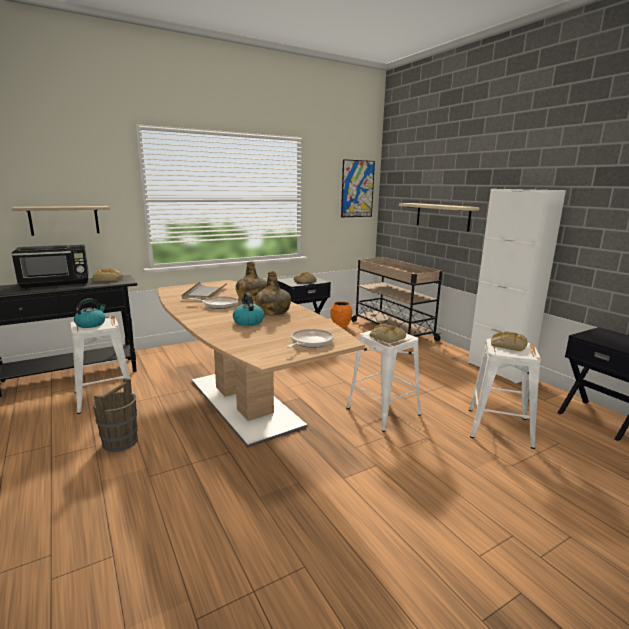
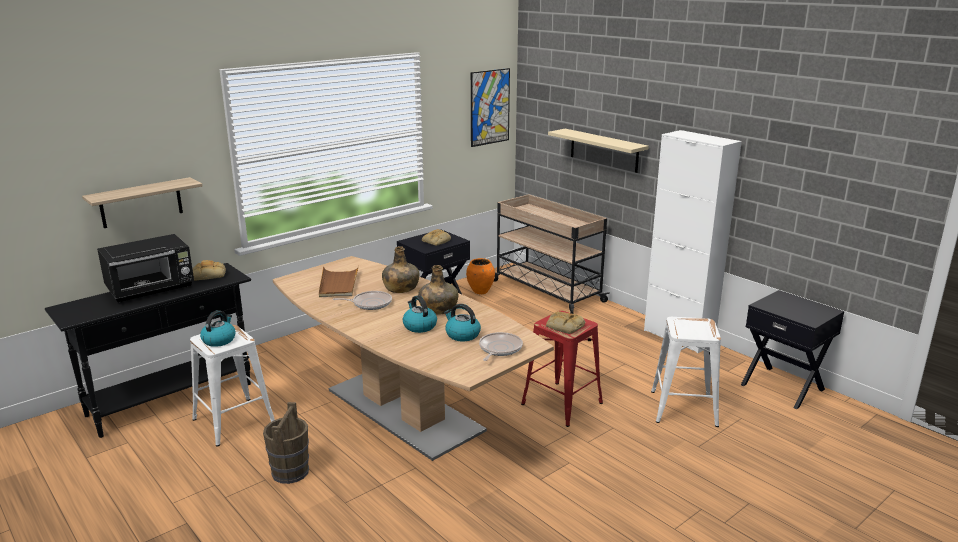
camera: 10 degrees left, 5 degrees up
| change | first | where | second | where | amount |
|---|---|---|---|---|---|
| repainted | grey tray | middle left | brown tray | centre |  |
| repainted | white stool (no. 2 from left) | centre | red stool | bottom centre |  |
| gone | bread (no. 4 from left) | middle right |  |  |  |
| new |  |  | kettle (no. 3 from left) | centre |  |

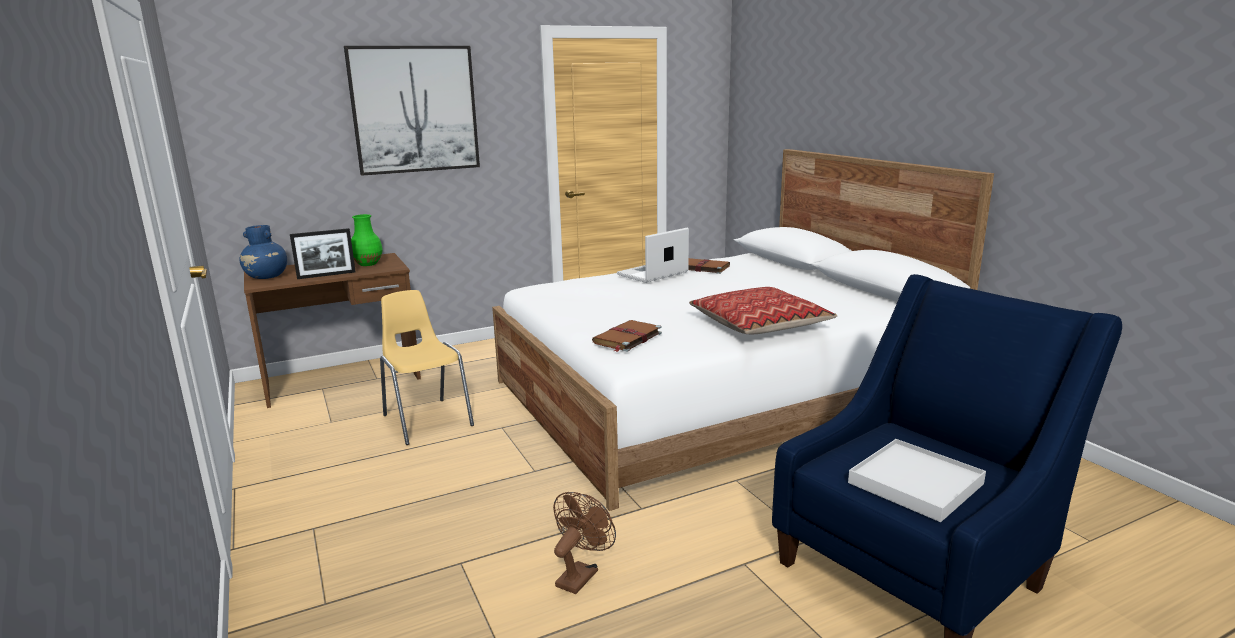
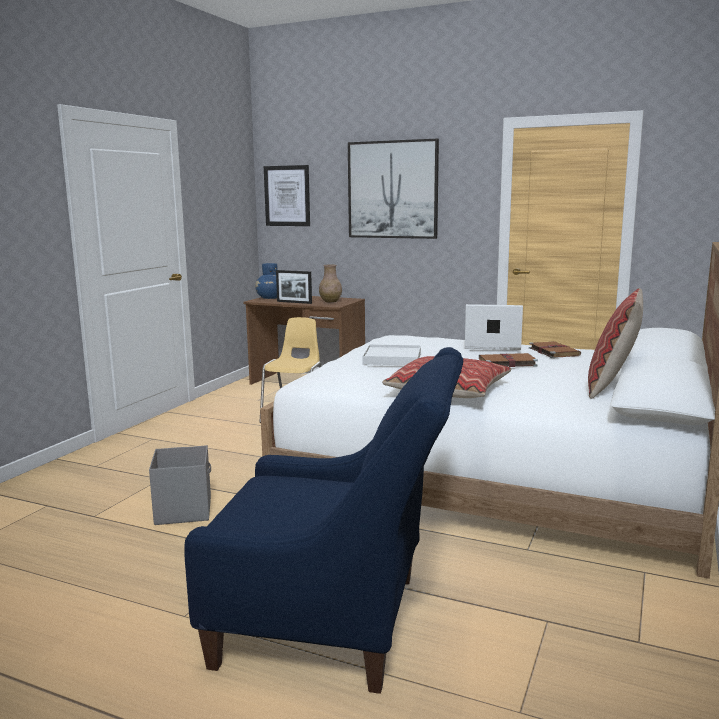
camera: 50 degrees right, 5 degrees down
| change | first | where | second | where | amount |
|---|---|---|---|---|---|
| repainted | green vase | middle left | brown vase | centre |  |
| swapped | brown fan | bottom centre | grey storage box | bottom left |  |
| shifted | brown book (no. 1 from left) | centre |  | middle right |  |
| shifted | white tray | bottom right |  | centre |  |
| new |  |  | picture (no. 1 from left) | top centre |  |
| new |  |  | pillow (no. 2 from left) | middle right |  |

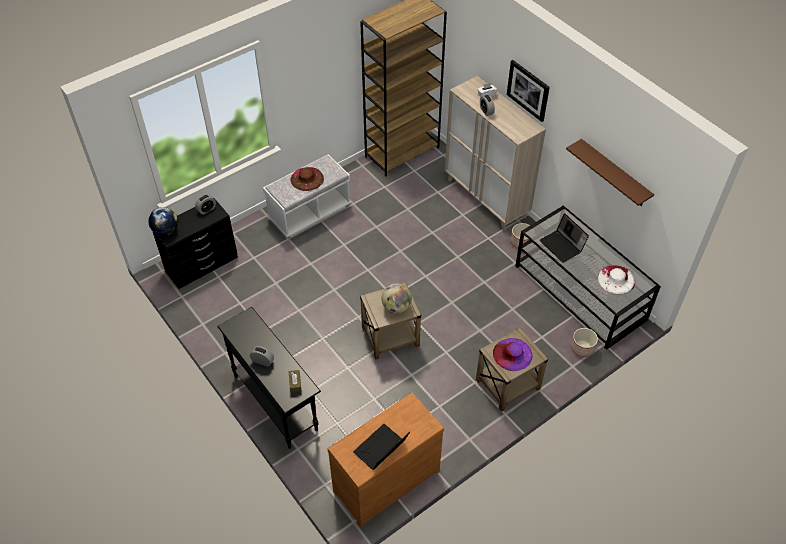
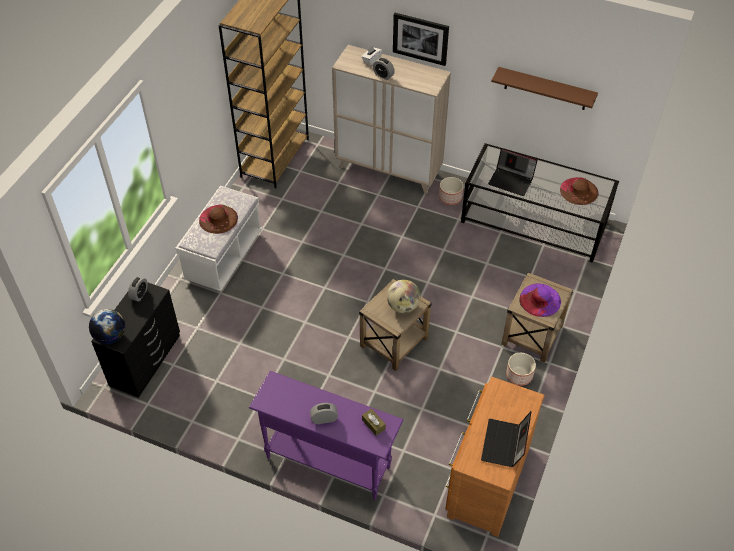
camera: 30 degrees left, 0 degrees up
| change | first | where | second | where | amount |
|---|---|---|---|---|---|
| repainted | black console table | bottom centre | purple console table | bottom centre |  |
| shifted | planter (no. 2 from left) | middle right |  | bottom right |  |
| repainted | white hat | middle right | brown hat (no. 2 from left) | middle right |  |

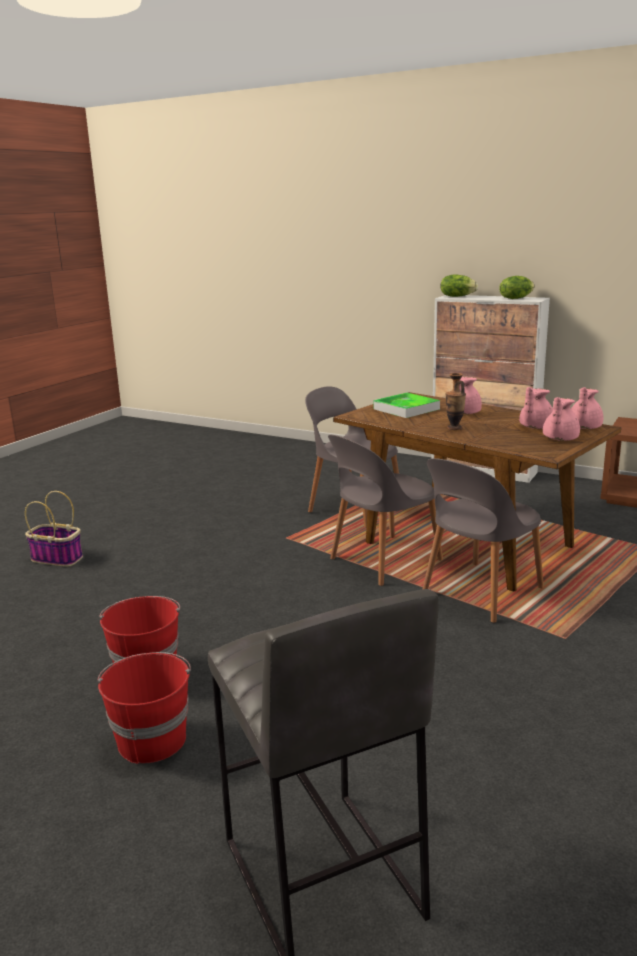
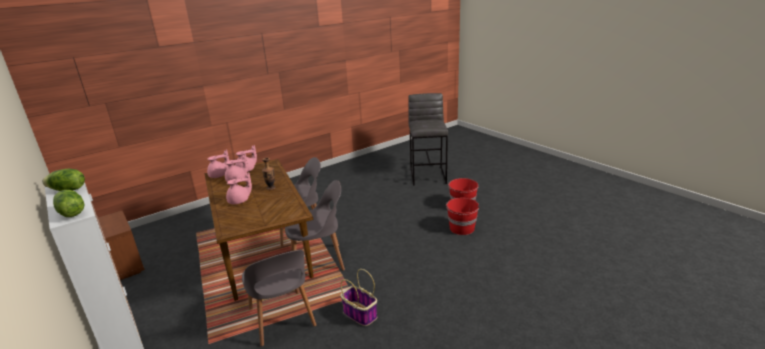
camera: 155 degrees left, 5 degrees up
| change | first | where | second | where | amount |
|---|---|---|---|---|---|
| shifted | basket | middle left |  | bottom centre |  |
| gone | tray | centre |  |  |  |

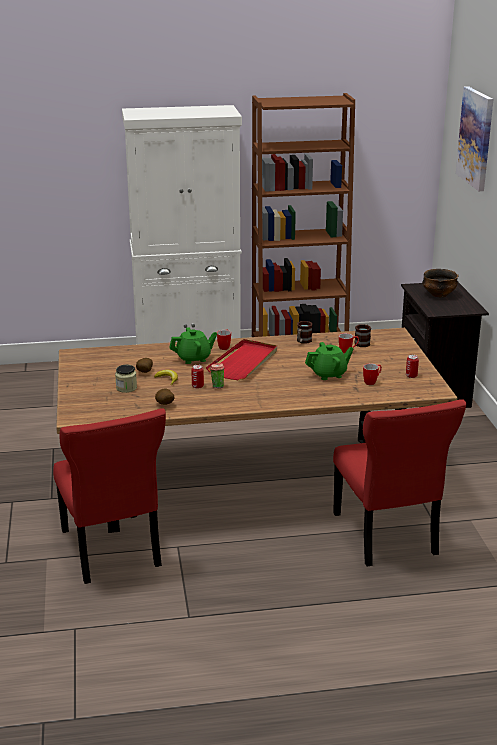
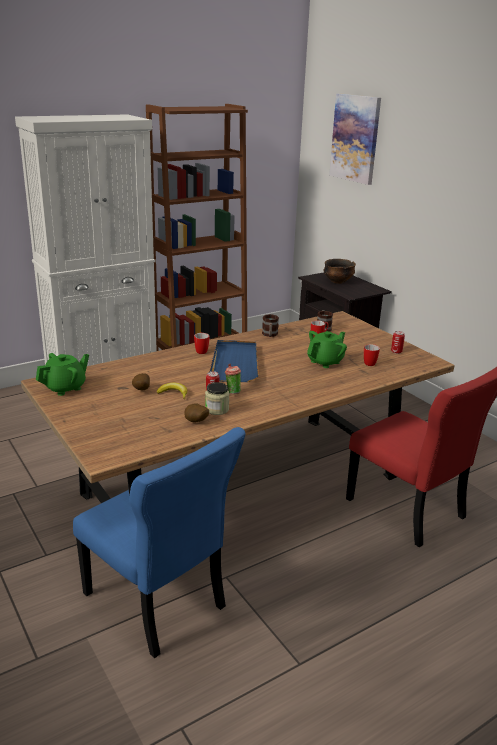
camera: 25 degrees left, 0 degrees up
| change | first | where | second | where | amount |
|---|---|---|---|---|---|
| repainted | red chair (no. 1 from left) | middle left | blue chair | bottom left |  |
| shifted | jar | middle left |  | centre |  |
| shifted | green teapot (no. 1 from left) | centre |  | middle left |  |
| repainted | red tray | centre | blue tray | centre |  |

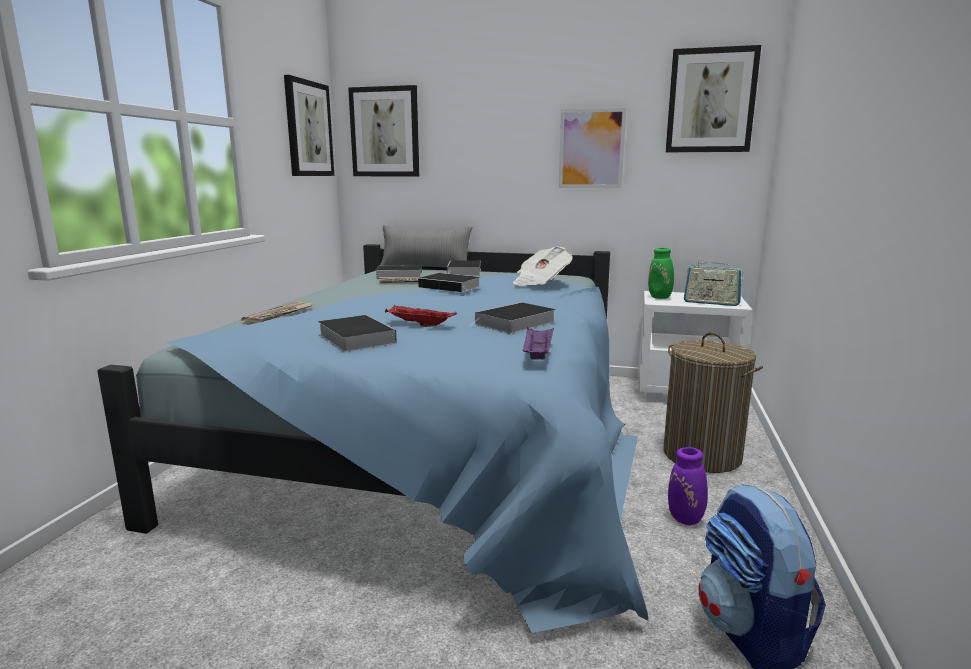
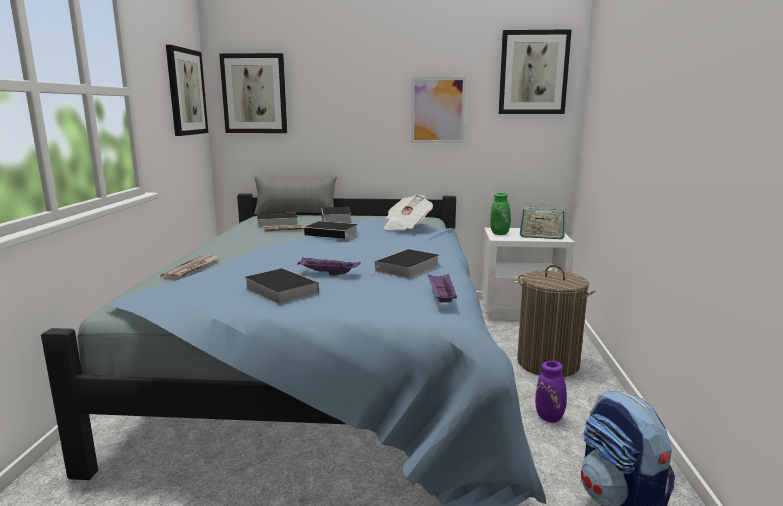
camera: 10 degrees left, 0 degrees up
| change | first | where | second | where | amount |
|---|---|---|---|---|---|
| repainted | red tray | centre | purple tray (no. 1 from left) | centre |  |

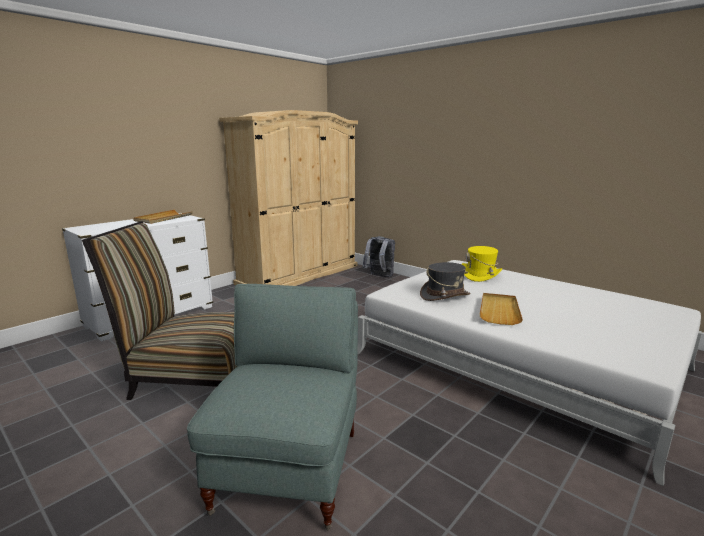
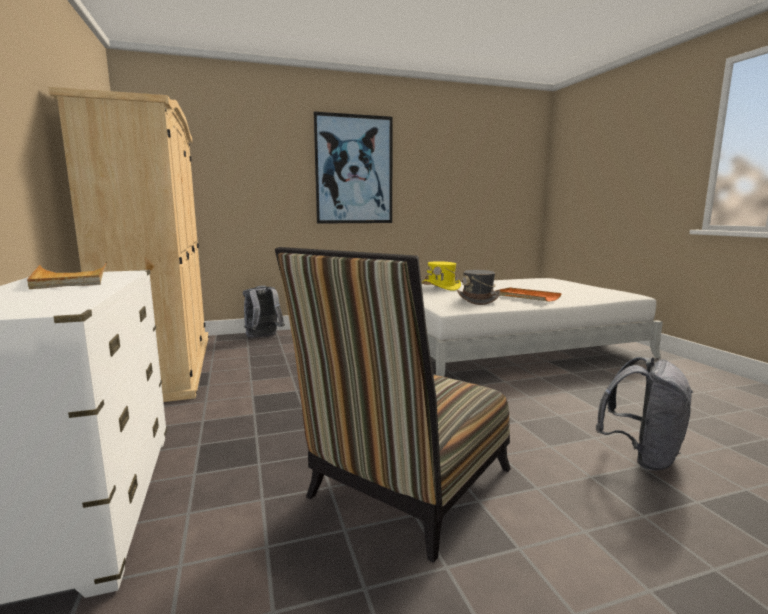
camera: 60 degrees left, 5 degrees down
| change | first | where | second | where | amount |
|---|---|---|---|---|---|
| swapped | grey armchair | bottom centre | grey backpack (no. 2 from left) | bottom right |  |
| repainted | beige tray (no. 2 from left) | middle right | orange tray | middle right |  |
| new |  |  | picture | top centre |  |

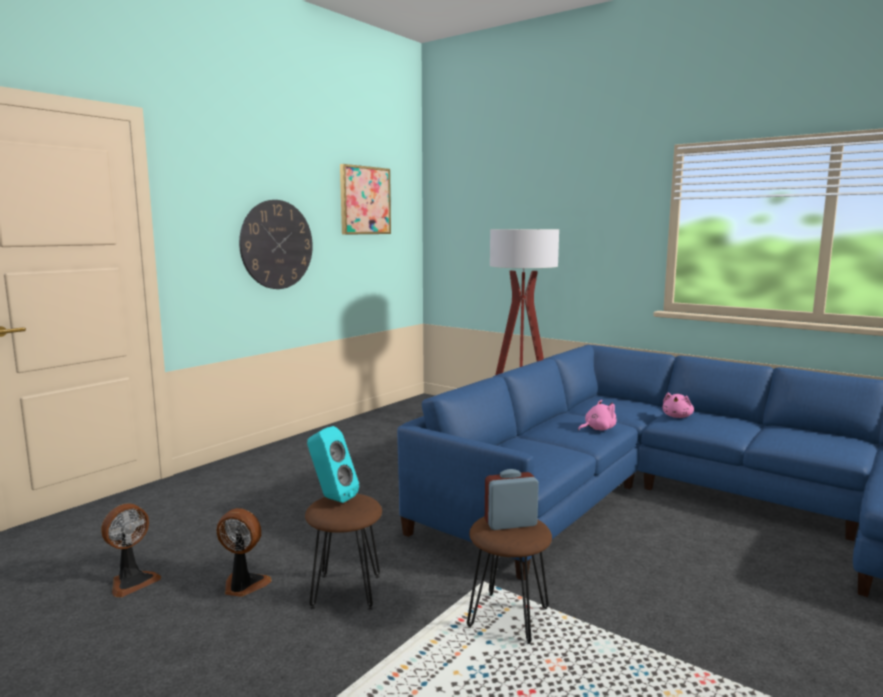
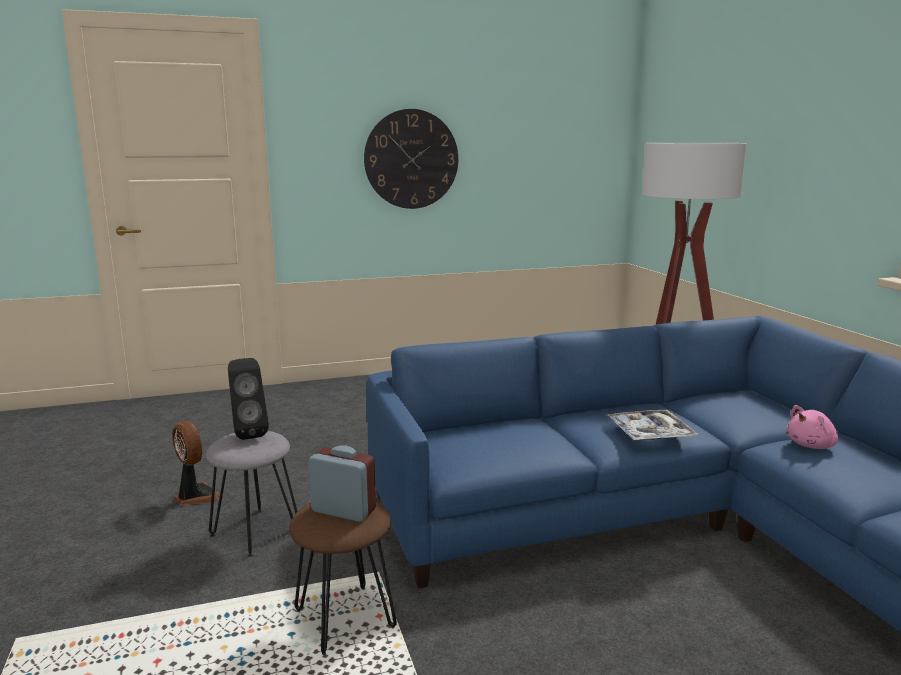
camera: 35 degrees right, 5 degrees up
| change | first | where | second | where | amount |
|---|---|---|---|---|---|
| gone | fan (no. 1 from left) | bottom left |  |  |  |
| repainted | brown stool (no. 1 from left) | bottom centre | grey stool | bottom left |  |
| repainted | turquoise speaker | centre | black speaker | middle left |  |
| gone | picture | top centre |  |  |  |
| swapped | pink plush toy (no. 1 from left) | middle right | tray | middle right |  |

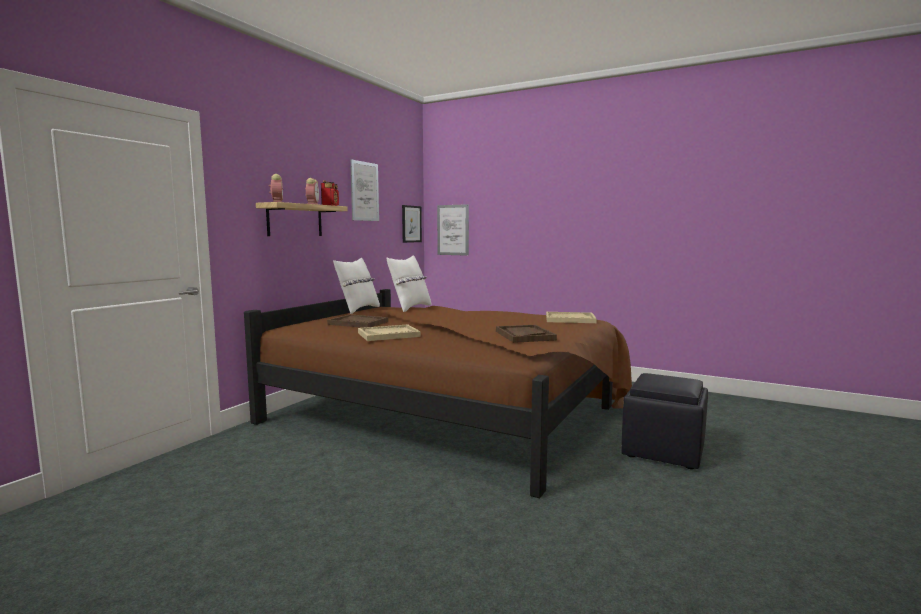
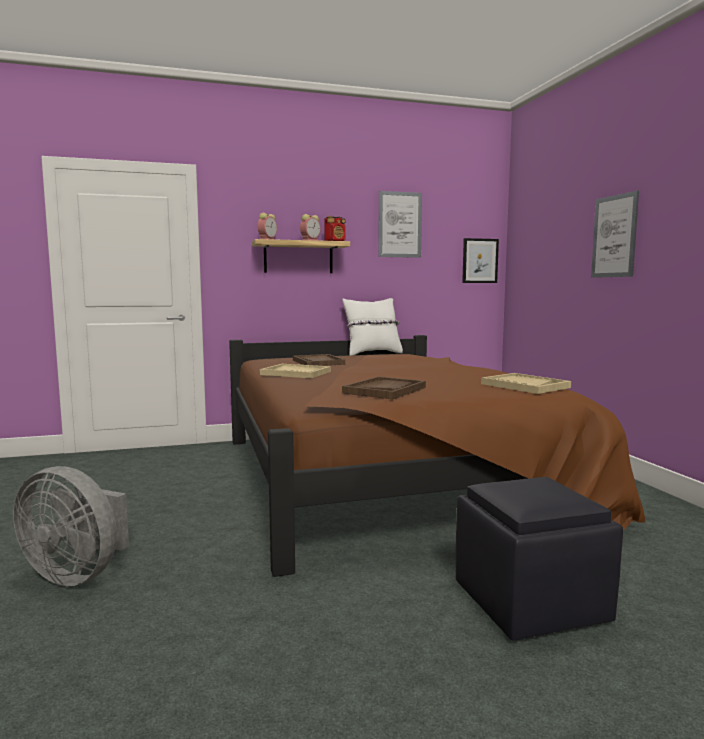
camera: 45 degrees right, 0 degrees up
| change | first | where | second | where | amount |
|---|---|---|---|---|---|
| gone | white pillow (no. 2 from left) | centre |  |  |  |
| shifted | picture (no. 3 from left) | centre |  | top right |  |
| new |  |  | grey fan | bottom left |  |

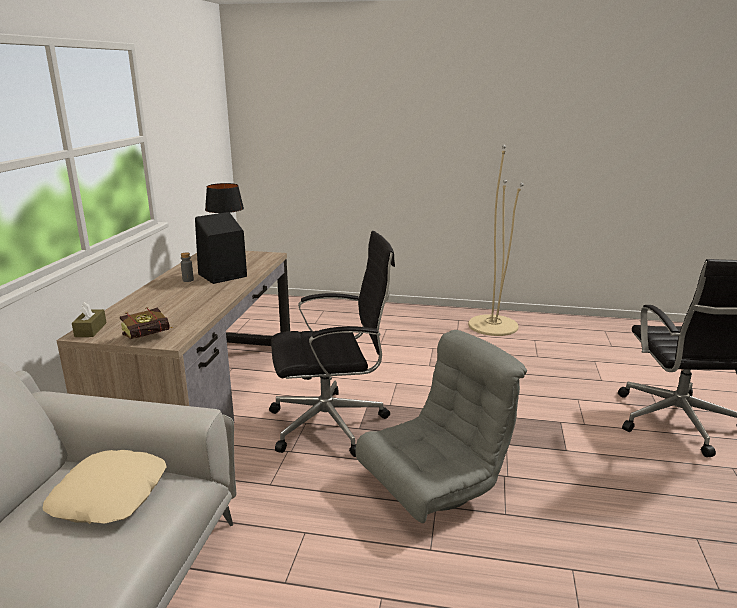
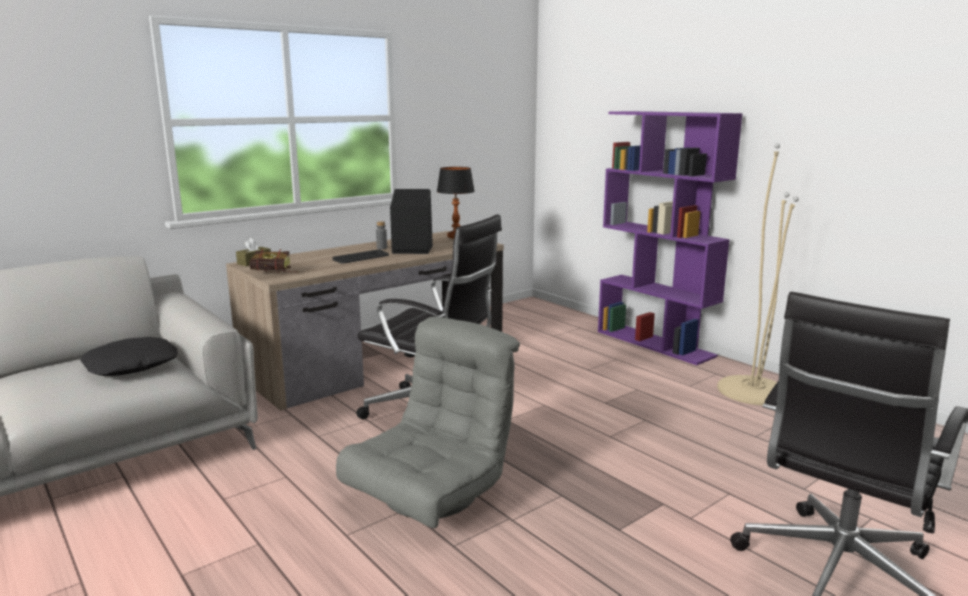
camera: 40 degrees right, 5 degrees down
| change | first | where | second | where | amount |
|---|---|---|---|---|---|
| repainted | beige pillow | bottom left | black pillow | middle left |  |
| rotated | grey armchair | bottom centre |  | bottom centre | 60 degrees counterclockwise |
| new |  |  | keyboard | centre |  |
| new |  |  | purple bookcase | middle right |  |

